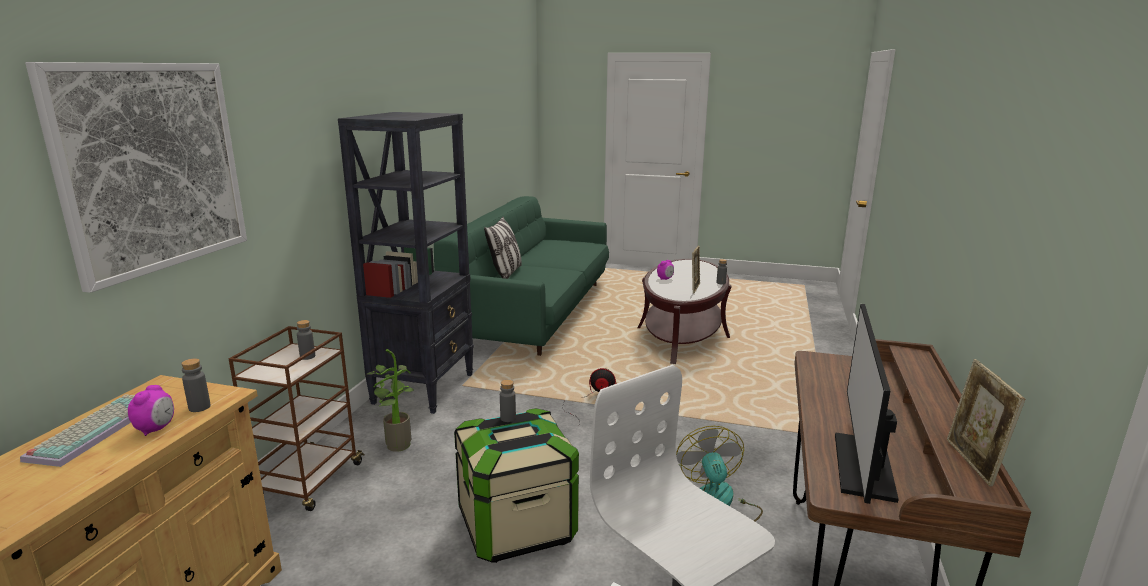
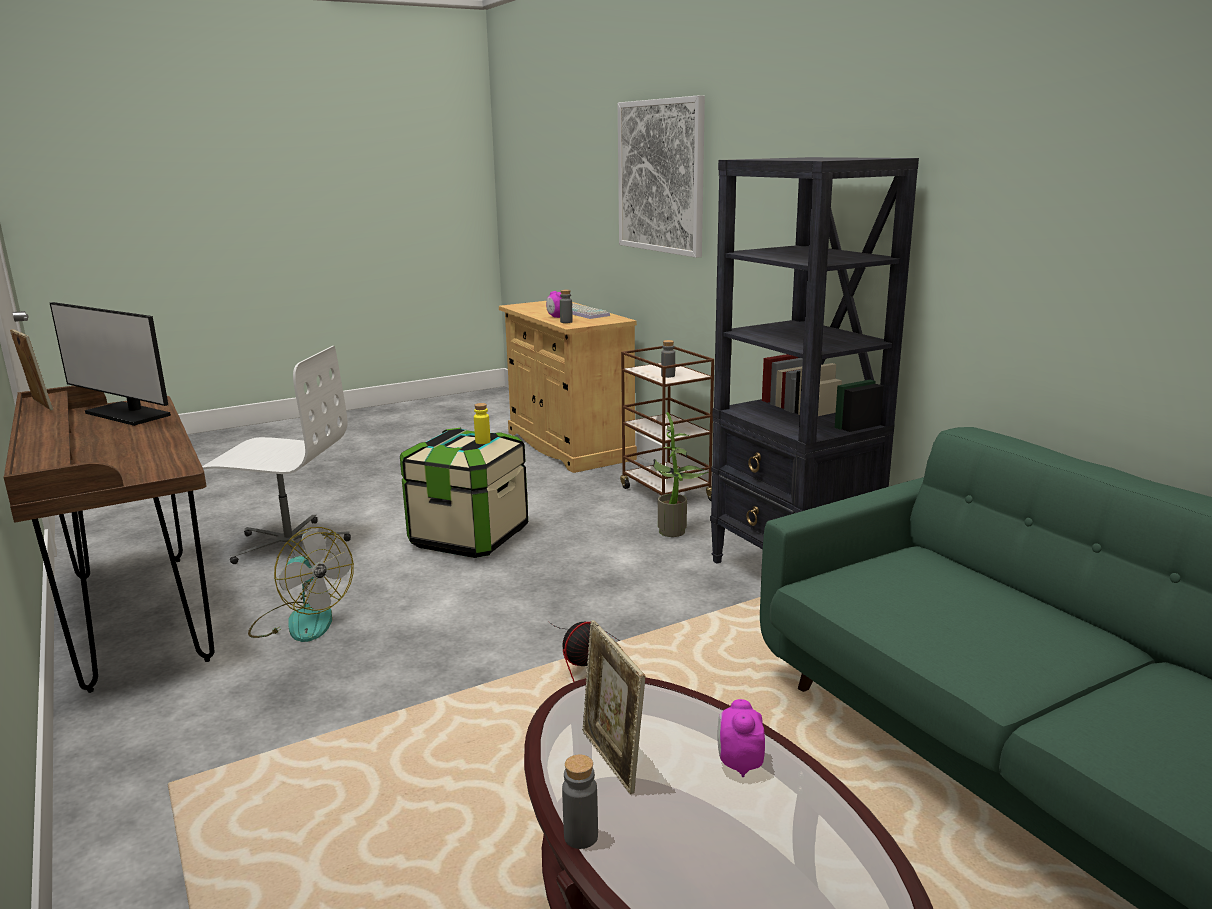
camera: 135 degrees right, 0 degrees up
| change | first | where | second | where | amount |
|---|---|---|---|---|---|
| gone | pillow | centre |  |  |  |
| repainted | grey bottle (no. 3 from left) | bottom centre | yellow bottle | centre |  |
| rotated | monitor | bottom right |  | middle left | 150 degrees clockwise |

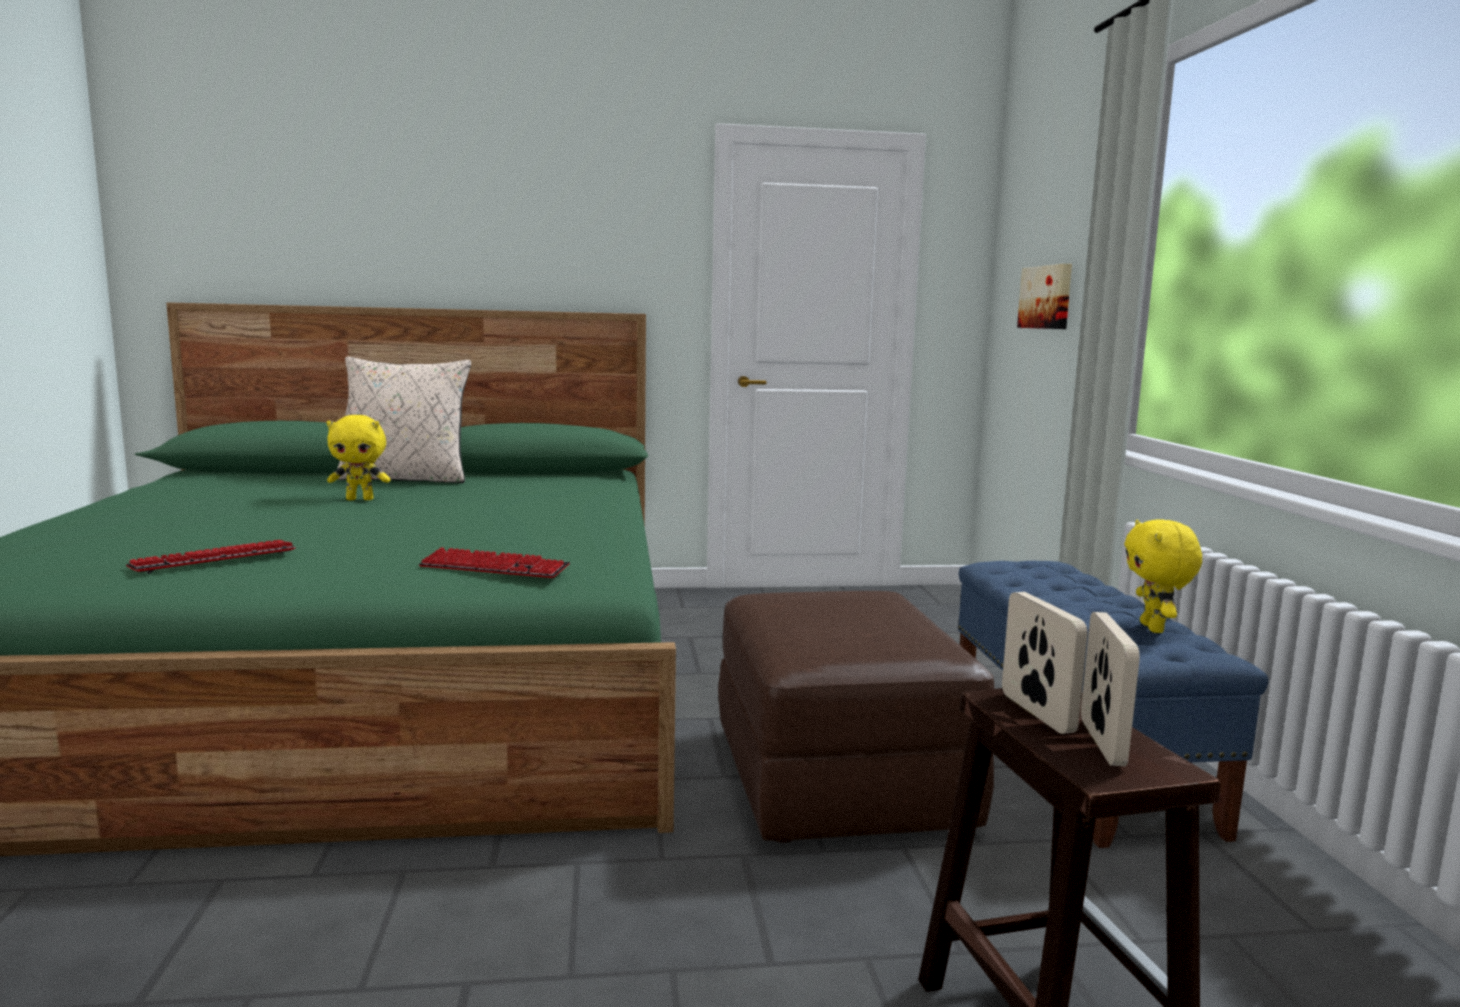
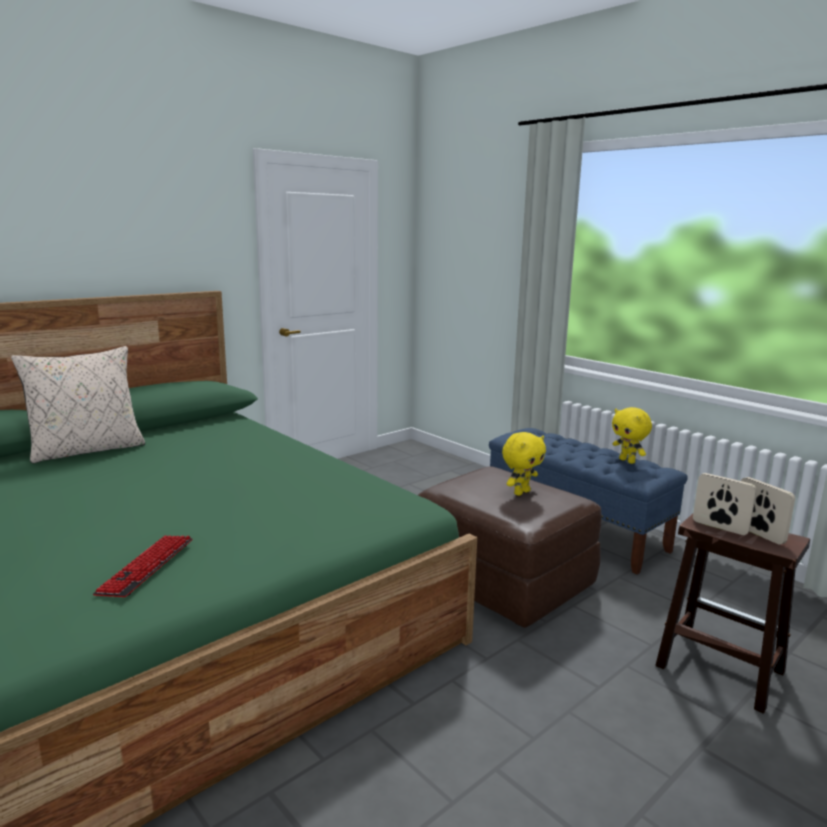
camera: 35 degrees left, 5 degrees up
| change | first | where | second | where | amount |
|---|---|---|---|---|---|
| shifted | yellow plush toy (no. 1 from left) | middle left |  | centre |  |
| gone | keyboard (no. 2 from left) | centre |  |  |  |
| gone | picture | top right |  |  |  |

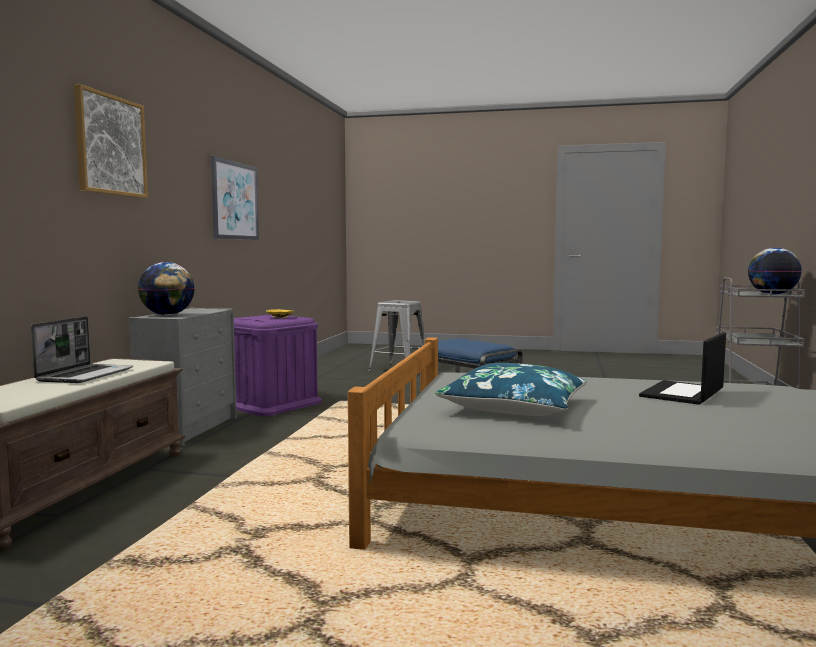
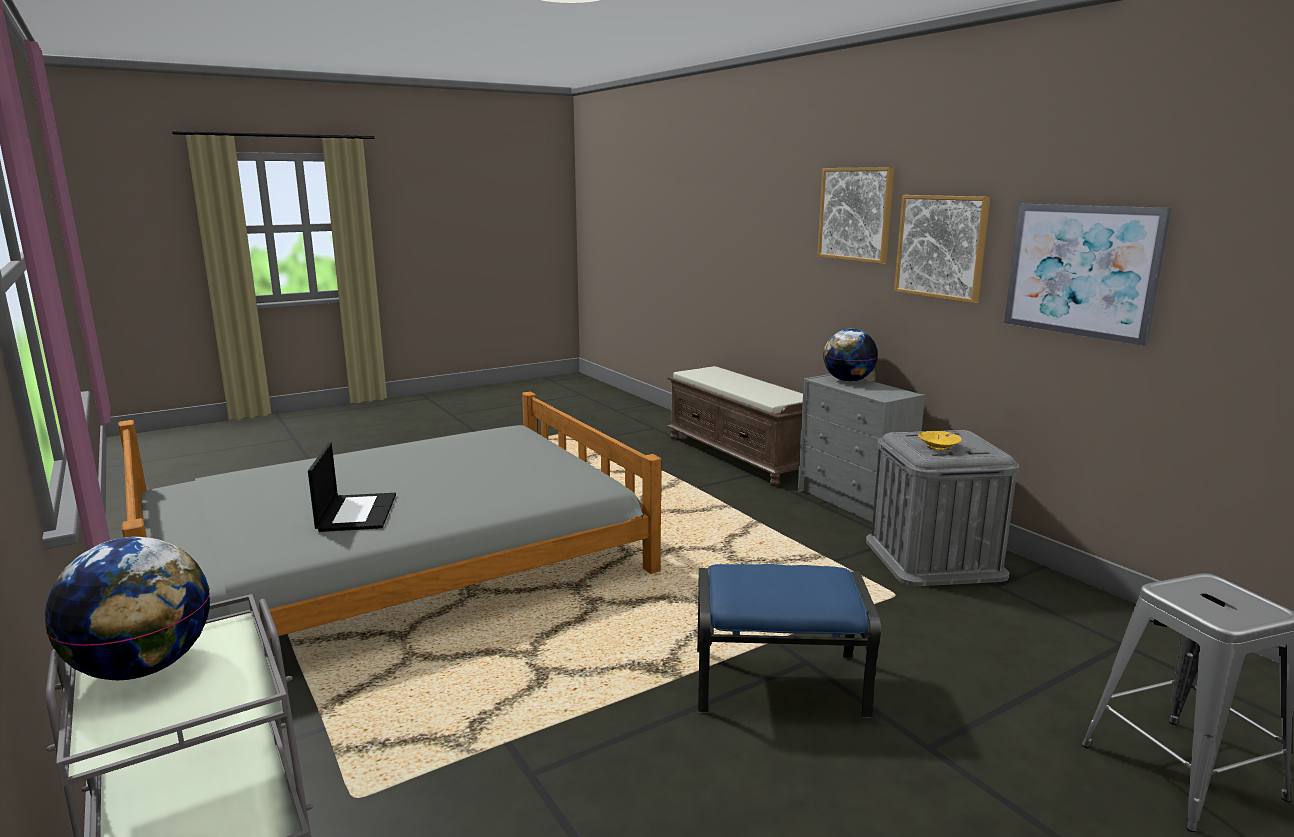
camera: 135 degrees right, 10 degrees up
| change | first | where | second | where | amount |
|---|---|---|---|---|---|
| gone | laptop (no. 1 from left) | middle left |  |  |  |
| repainted | purple storage box | centre | grey storage box | middle right |  |
| gone | blue pillow | centre |  |  |  |
| new |  |  | picture (no. 2 from left) | top right |  |

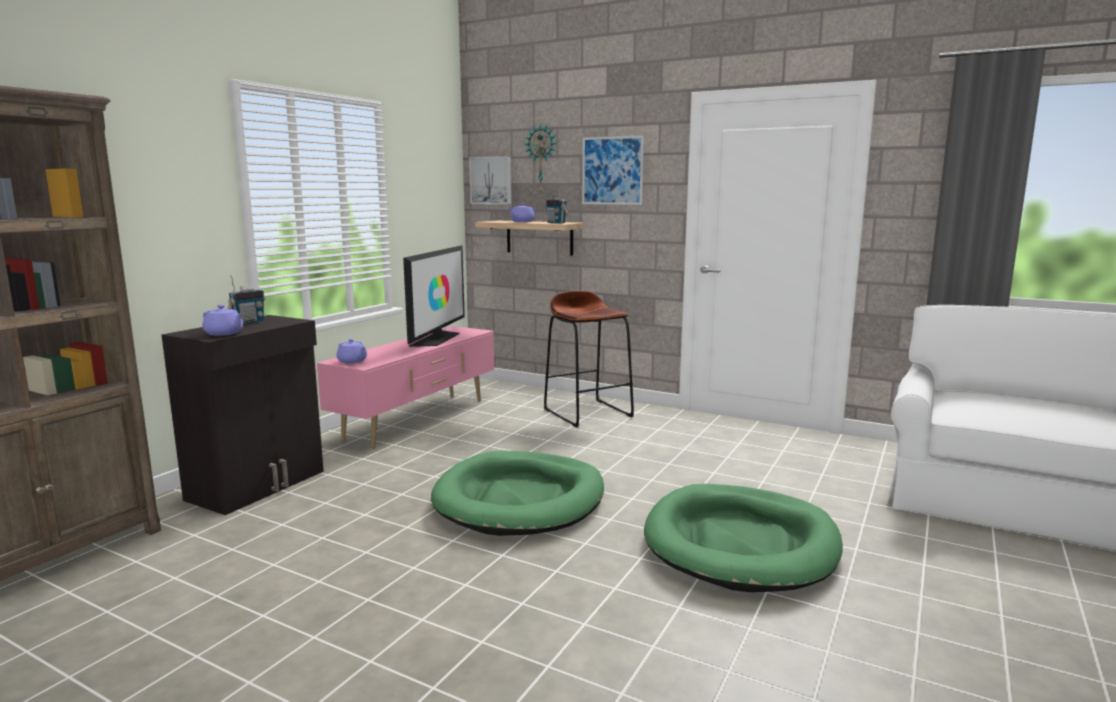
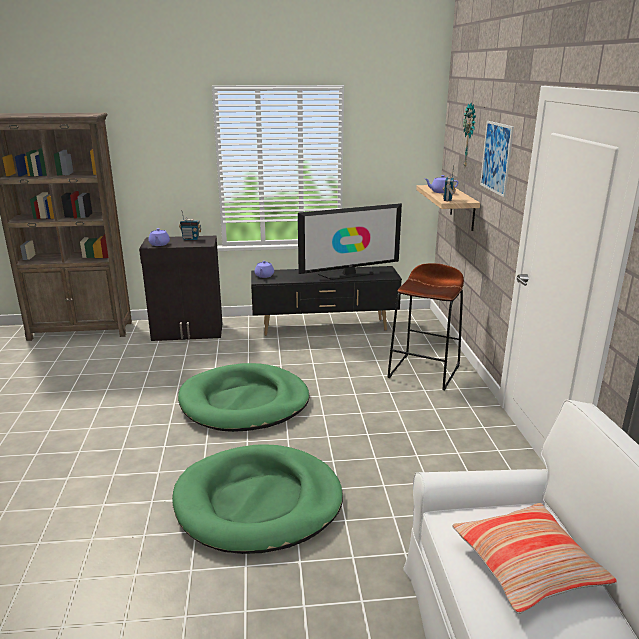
camera: 55 degrees right, 10 degrees up
| change | first | where | second | where | amount |
|---|---|---|---|---|---|
| repainted | pink tv stand | centre | black tv stand | centre |  |
| gone | picture (no. 1 from left) | top centre |  |  |  |
| new |  |  | pillow | bottom right |  |

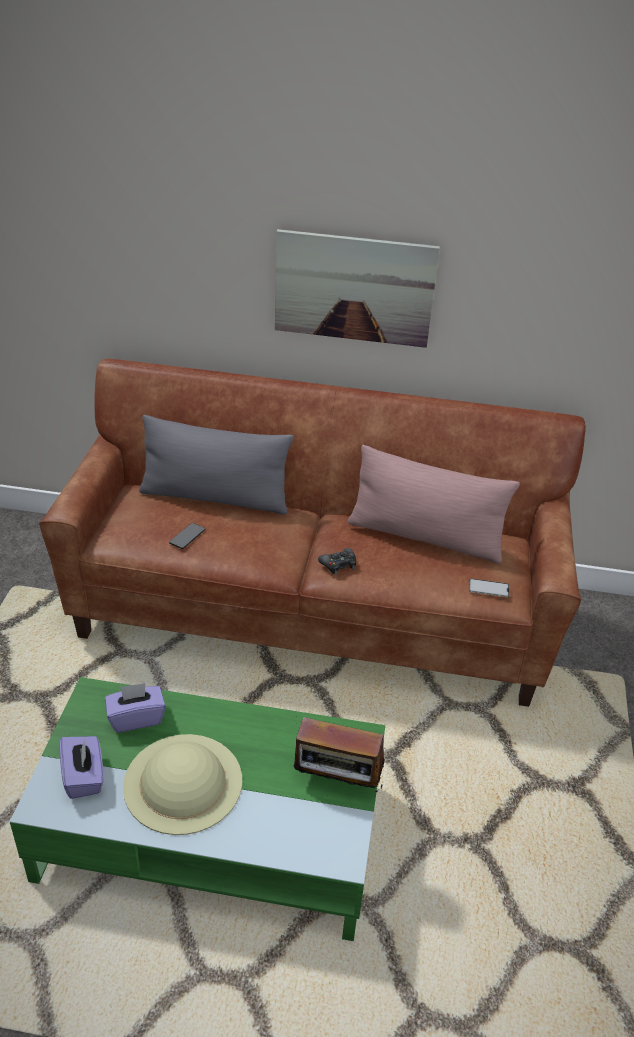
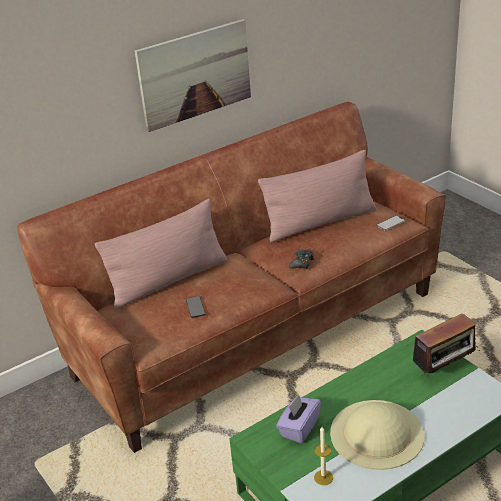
camera: 40 degrees left, 5 degrees down
| change | first | where | second | where | amount |
|---|---|---|---|---|---|
| swapped | purple tissue box (no. 1 from left) | bottom left | candle | bottom centre |  |
| repainted | grey pillow | centre | pink pillow (no. 1 from left) | middle left |  |

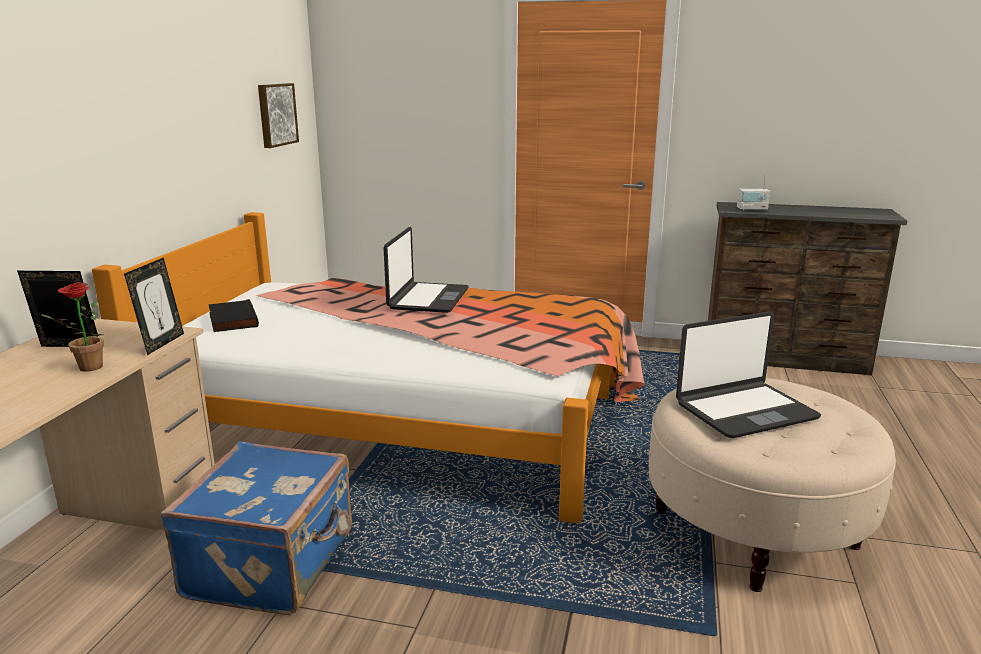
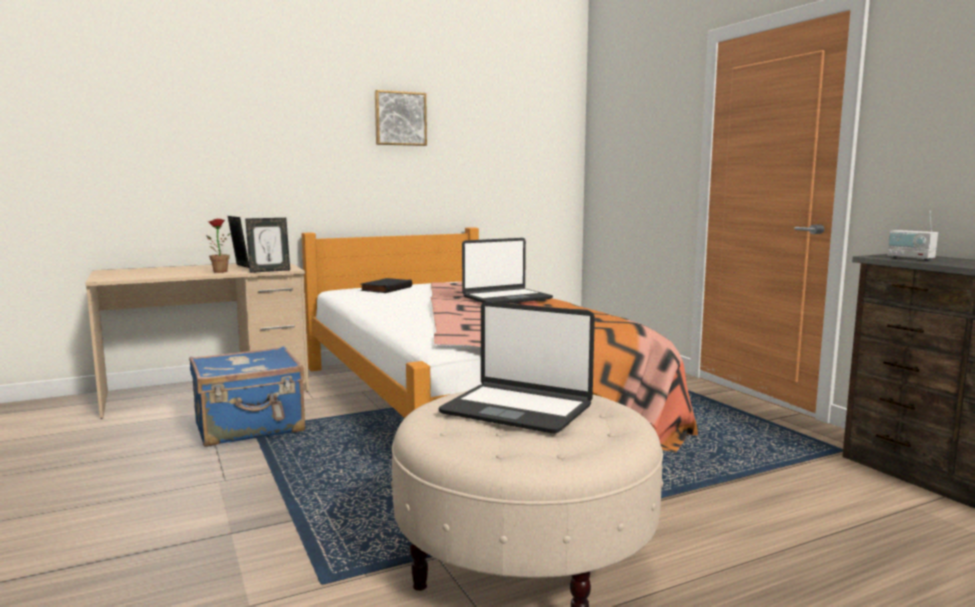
camera: 50 degrees right, 10 degrees down
| change | first | where | second | where | amount |
|---|---|---|---|---|---|
| shifted | picture | top left |  | top centre |  |

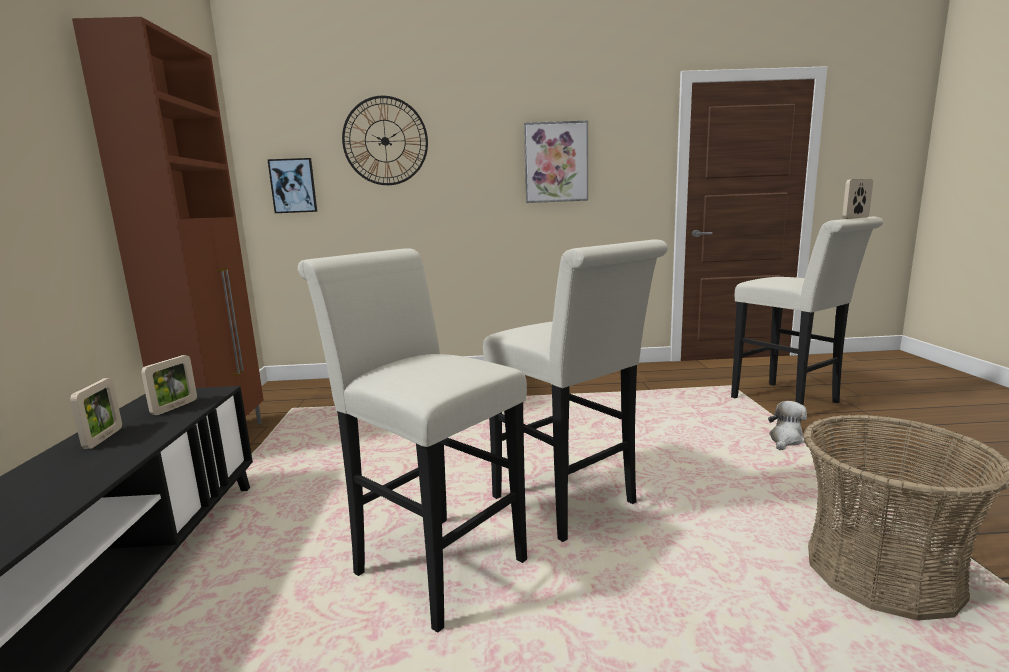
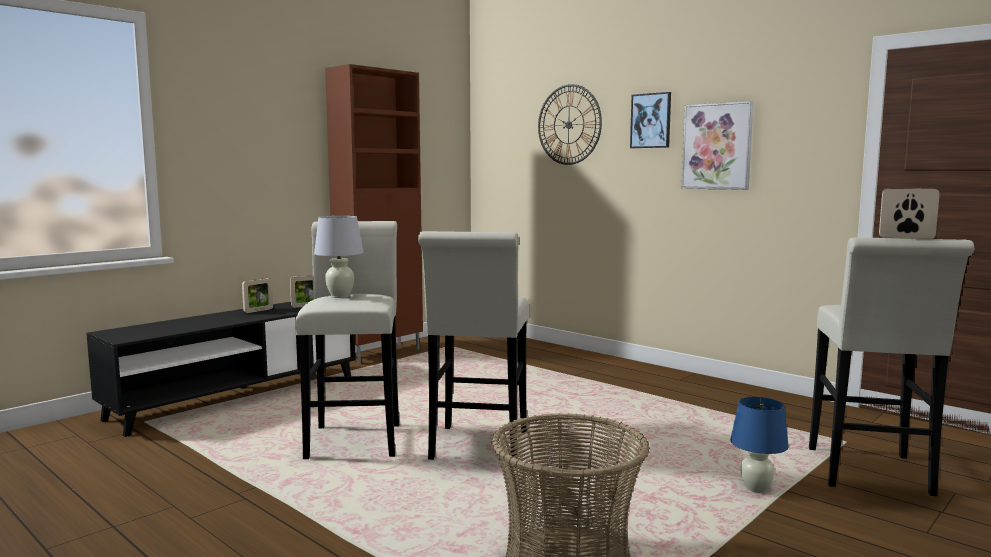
camera: 45 degrees right, 5 degrees down
| change | first | where | second | where | amount |
|---|---|---|---|---|---|
| shifted | picture (no. 1 from left) | top left |  | top centre |  |
| swapped | plush toy | middle right | blue table lamp | bottom right |  |
| new |  |  | white table lamp | centre |  |

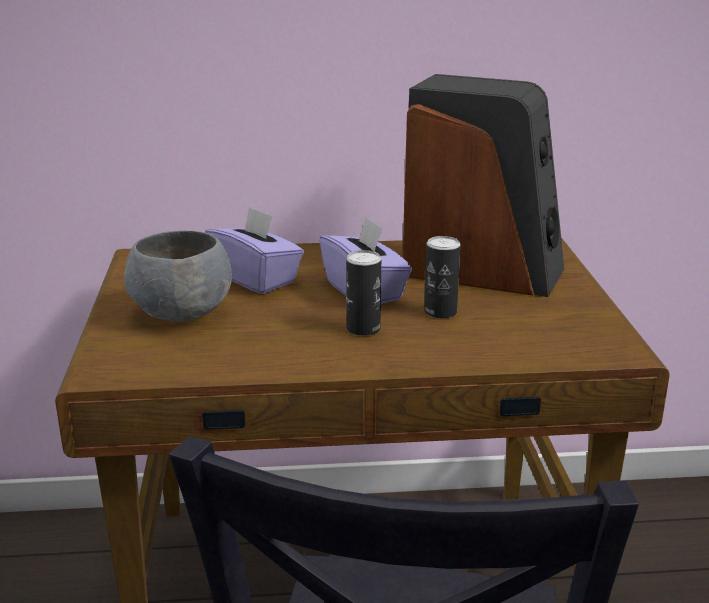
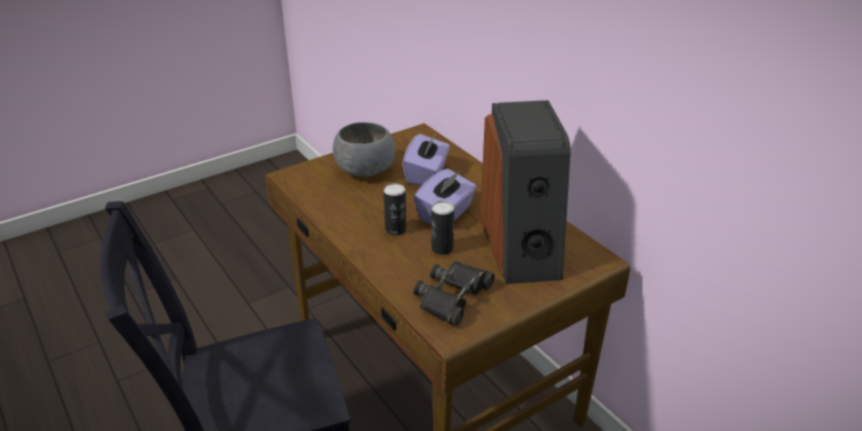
camera: 60 degrees right, 10 degrees up
| change | first | where | second | where | amount |
|---|---|---|---|---|---|
| new |  |  | black binoculars | bottom centre |  |

